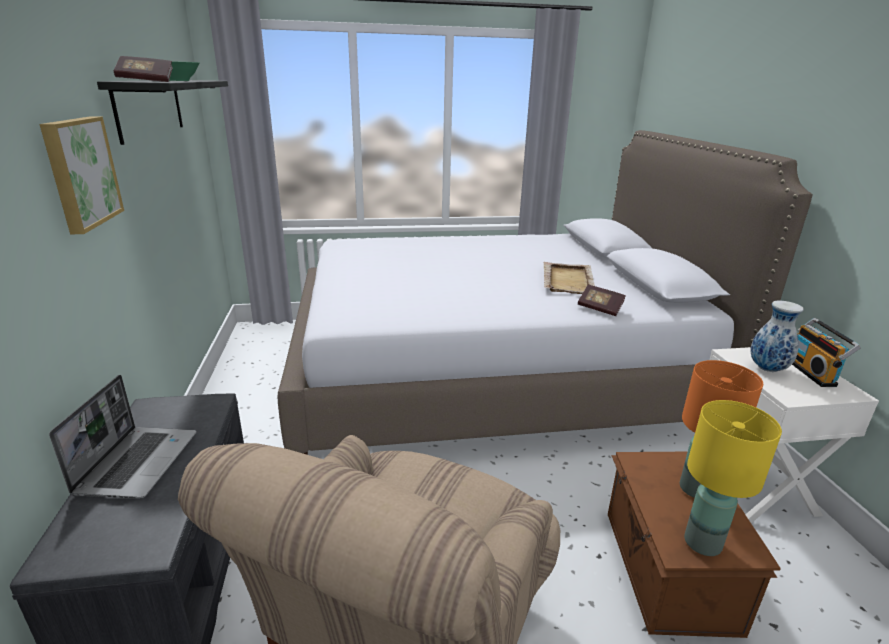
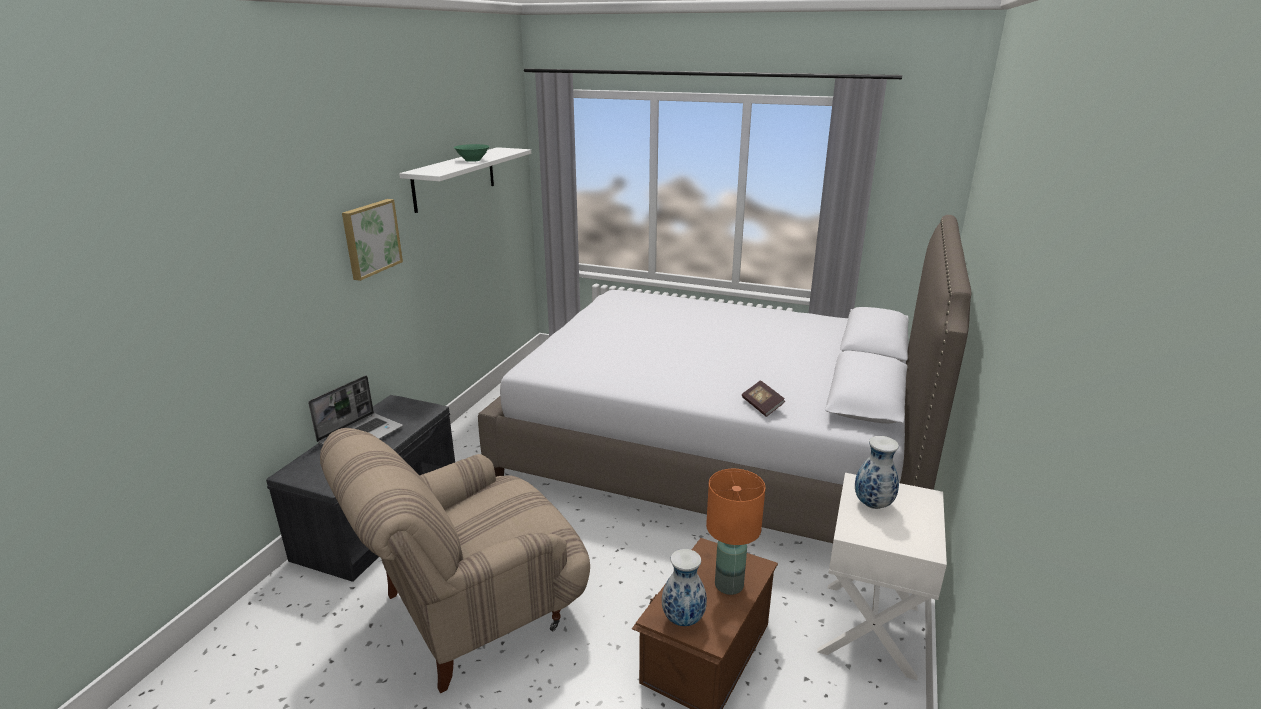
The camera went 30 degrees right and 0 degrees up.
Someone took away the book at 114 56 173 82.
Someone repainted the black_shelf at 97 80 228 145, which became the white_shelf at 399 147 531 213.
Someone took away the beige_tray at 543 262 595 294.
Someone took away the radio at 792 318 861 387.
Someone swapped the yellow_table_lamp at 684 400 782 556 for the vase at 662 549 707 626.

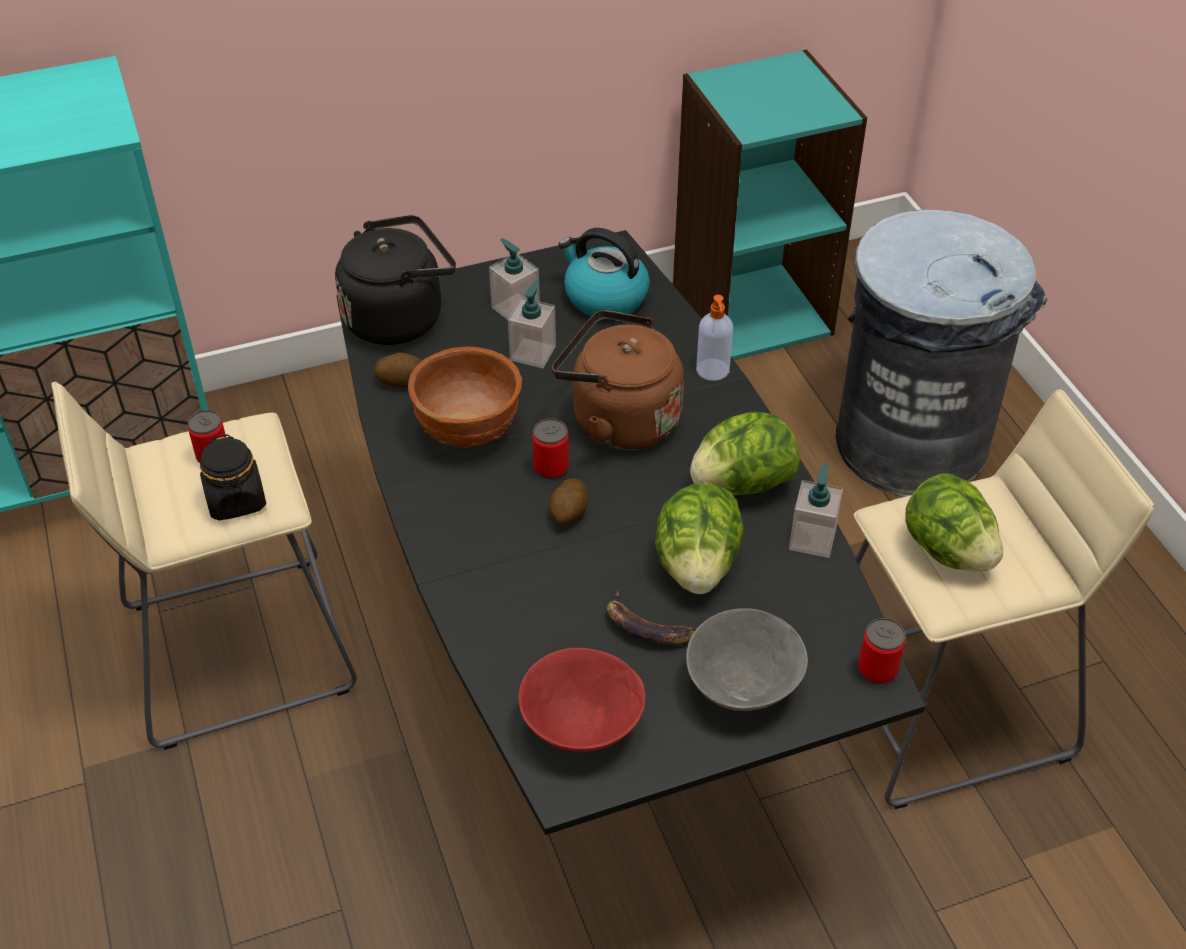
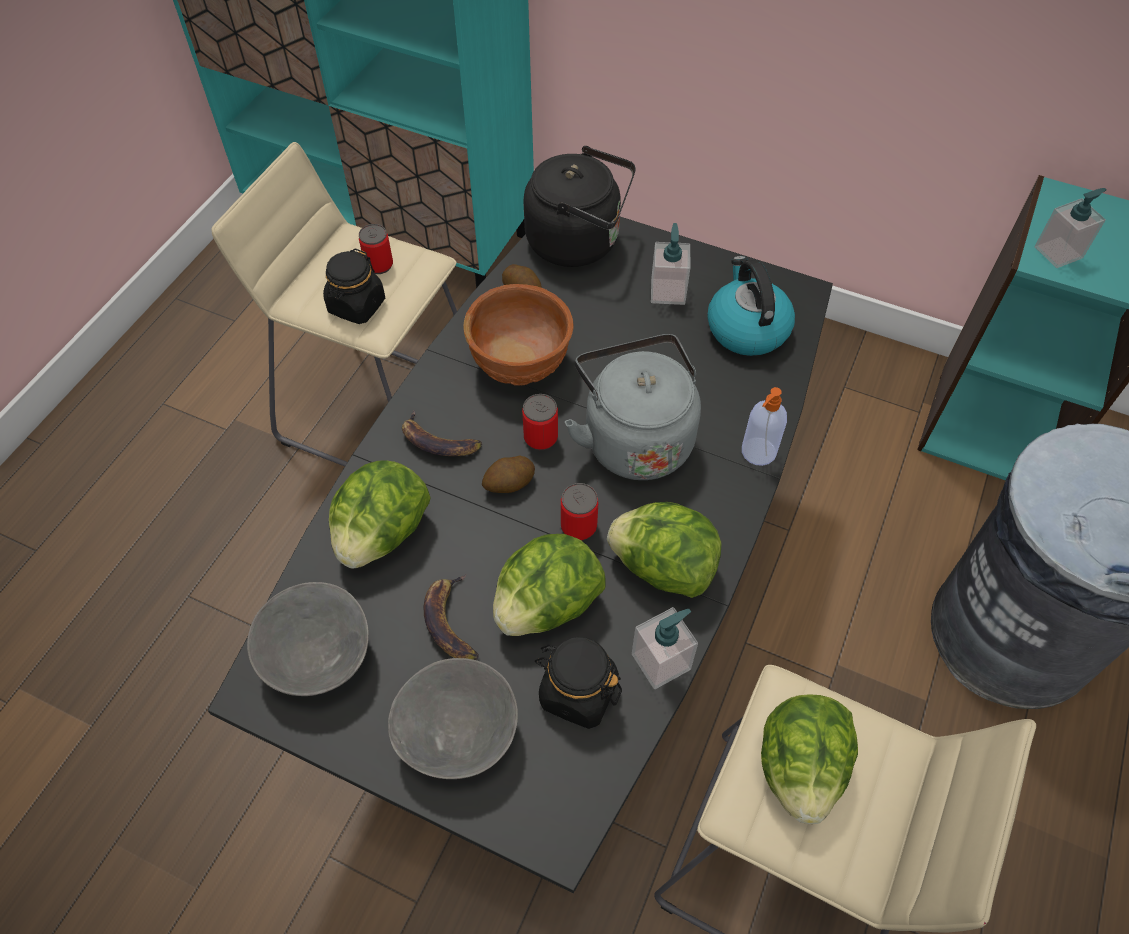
The camera went 45 degrees right and 10 degrees up.
Someone carried the soap_dispenser from 508 280 556 368 to 1034 188 1107 268.
Someone repainted the brown_kettle at 552 310 684 450, which became the grey_kettle at 565 334 701 480.
Someone carried the can from 858 618 906 684 to 561 483 598 541.
Someone repainted the red_bowl at 518 648 646 752, which became the grey_bowl at 247 582 369 696.
Someone put down the banana at 402 410 482 456.
Someone put down the lettuce at 329 460 431 569.
Someone put down the black_jar at 535 637 622 729.

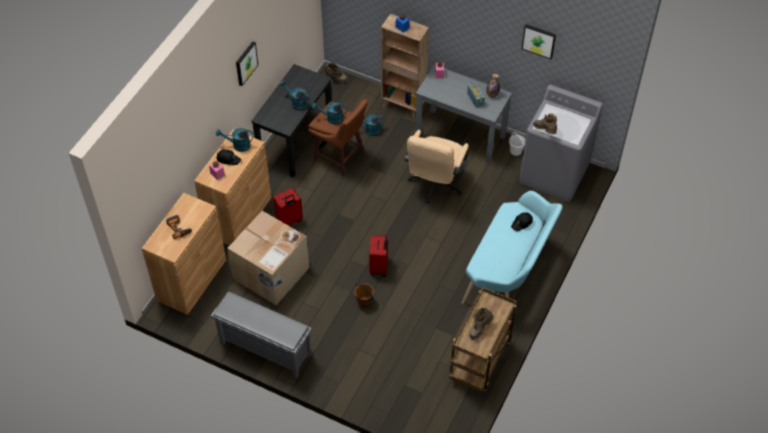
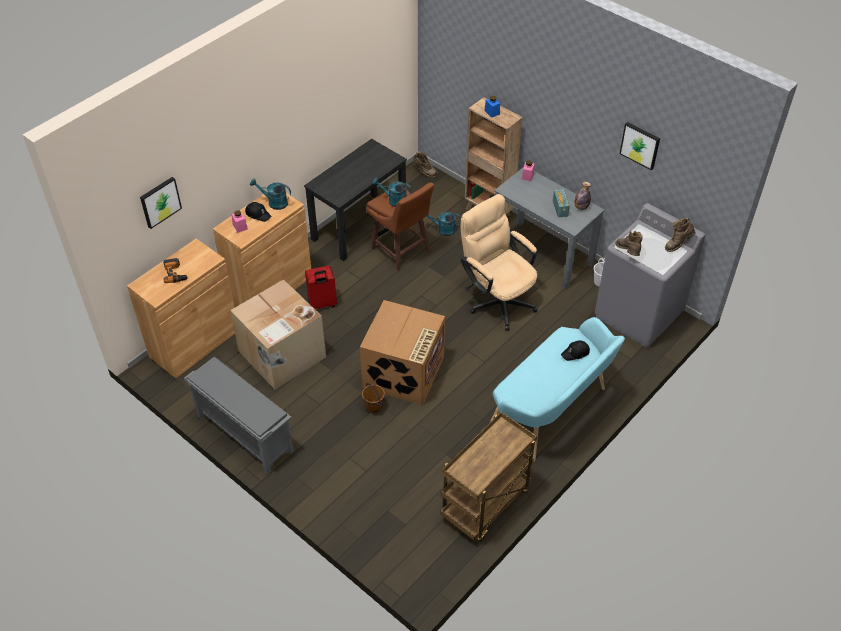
The camera went 15 degrees right and 5 degrees down.
Someone carried the picture from 236 41 258 86 to 140 177 182 229.
Someone took away the turquoise_watering_can at 279 80 309 111.
Someone rotated the beige_office_chair at 404 130 469 203 by 105 degrees clockwise.
Someone swapped the red_suitcase at 369 235 388 277 for the cardboard_box at 360 300 445 405.
Someone carried the brown_boot from 469 307 494 340 to 665 218 695 252.

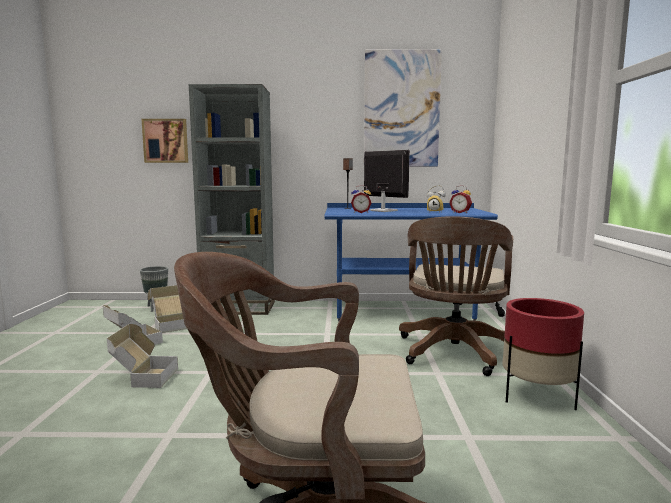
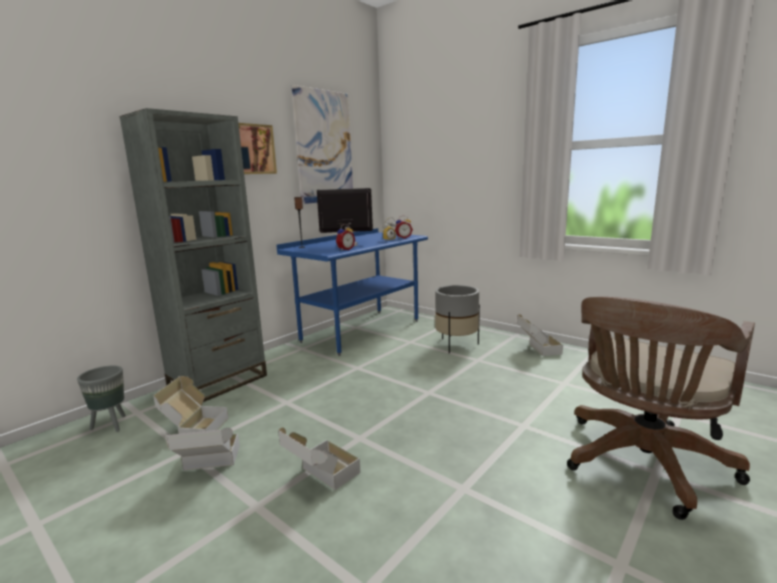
The camera went 50 degrees left and 5 degrees up.
Someone carried the picture from 142 119 188 163 to 238 123 277 174.
Someone swapped the brown_office_chair at 399 216 513 376 for the grey_planter at 435 285 480 354.
Someone swapped the red_planter at 502 298 584 410 for the cardboard_box at 517 314 563 356.

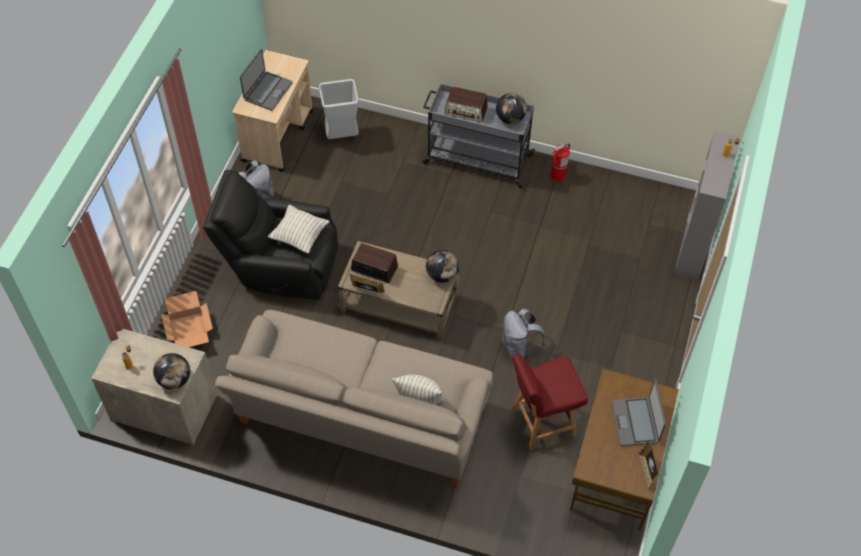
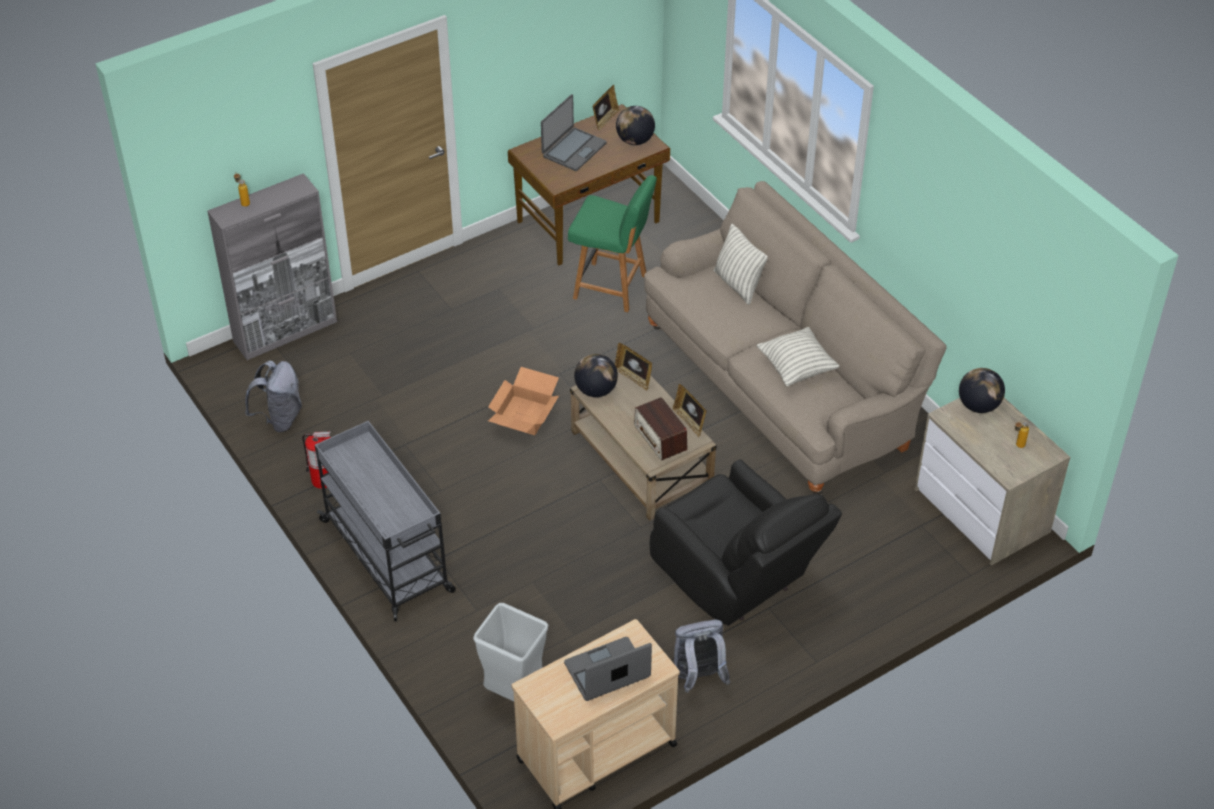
The camera went 140 degrees left and 10 degrees down.
Someone took away the radio at 445 87 488 122.
Someone carried the globe from 496 93 527 124 to 616 106 655 145.
Someone carried the pillow from 268 205 330 253 to 756 327 840 386.
Someone carried the cardboard_box from 161 291 213 347 to 488 367 559 435.
Someone carried the grey_backpack from 502 309 546 359 to 245 360 302 432.
Someone repainted the red_chair at 511 354 588 450, which became the green_chair at 568 175 657 312.
Someone put down the picture_frame at 615 343 652 391.

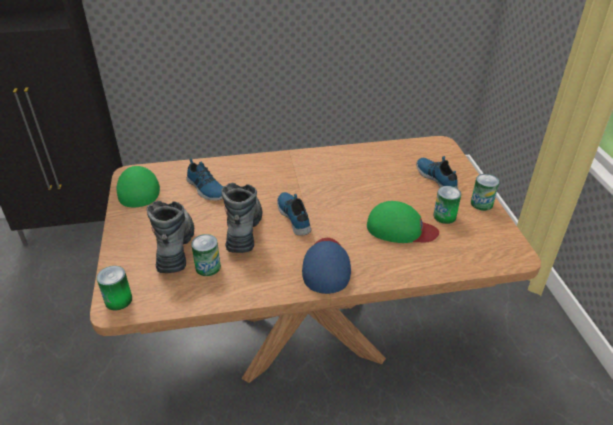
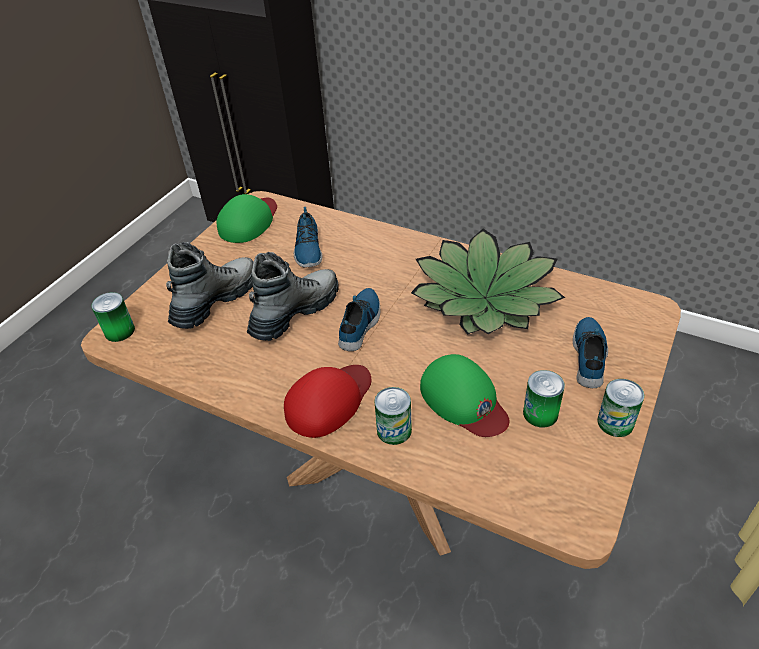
The camera went 40 degrees right and 5 degrees up.
Someone carried the can from 191 234 221 276 to 375 387 412 445.
Someone repainted the blue_cap at 302 238 351 294, which became the red_cap at 284 365 371 438.
Someone put down the potted_plant at 411 229 565 335.

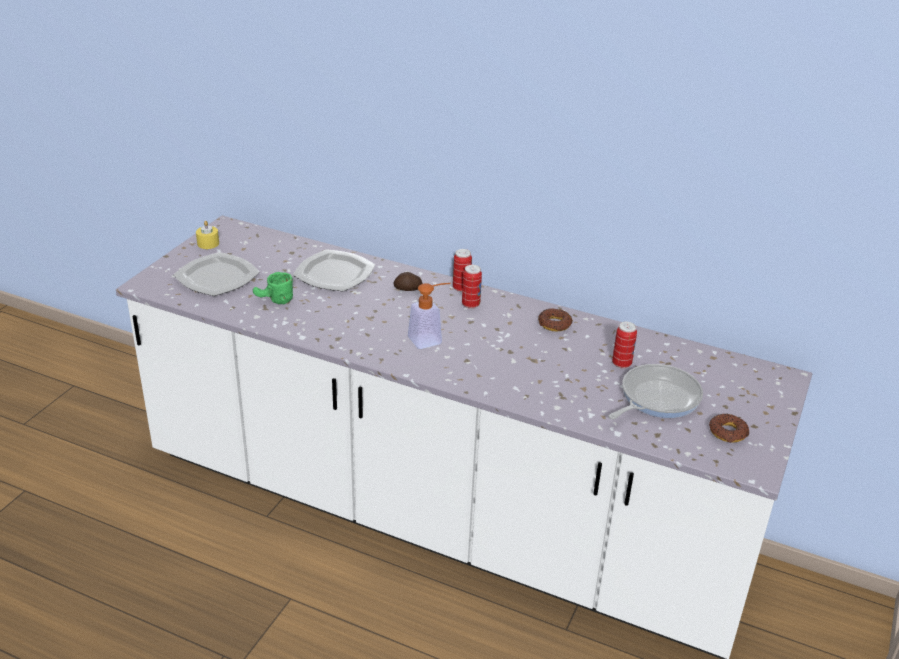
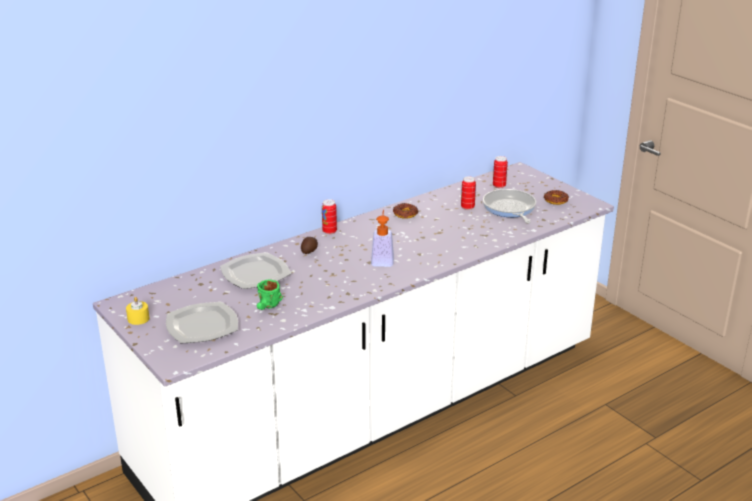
The camera went 60 degrees left and 5 degrees down.
Someone carried the can from 462 265 482 309 to 493 156 508 188.

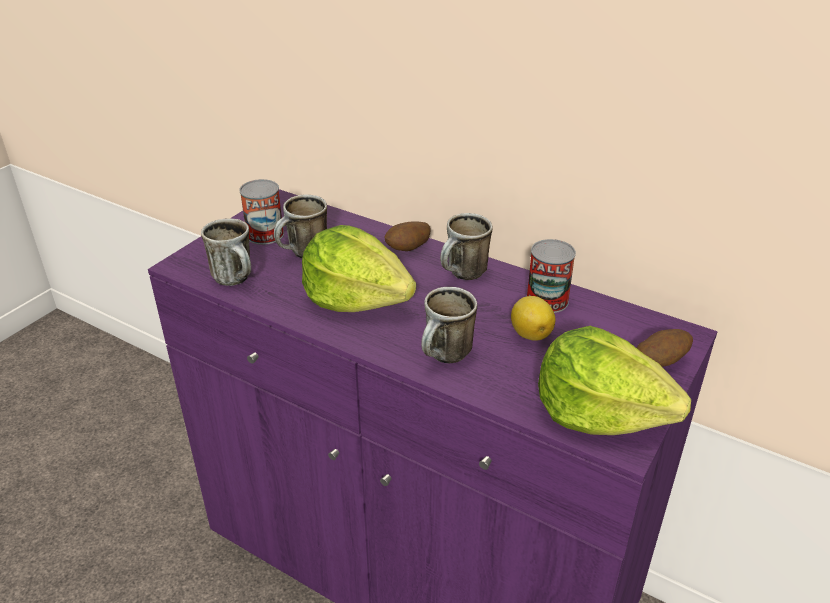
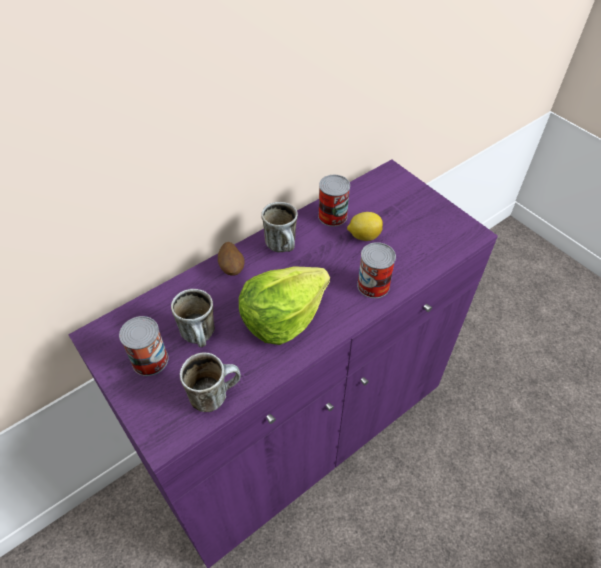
The camera went 70 degrees left and 15 degrees up.
Someone swapped the mug at 421 287 477 363 for the can at 357 242 396 298.
Someone took away the lettuce at 538 326 691 435.
Someone took away the potato at 637 329 693 367.

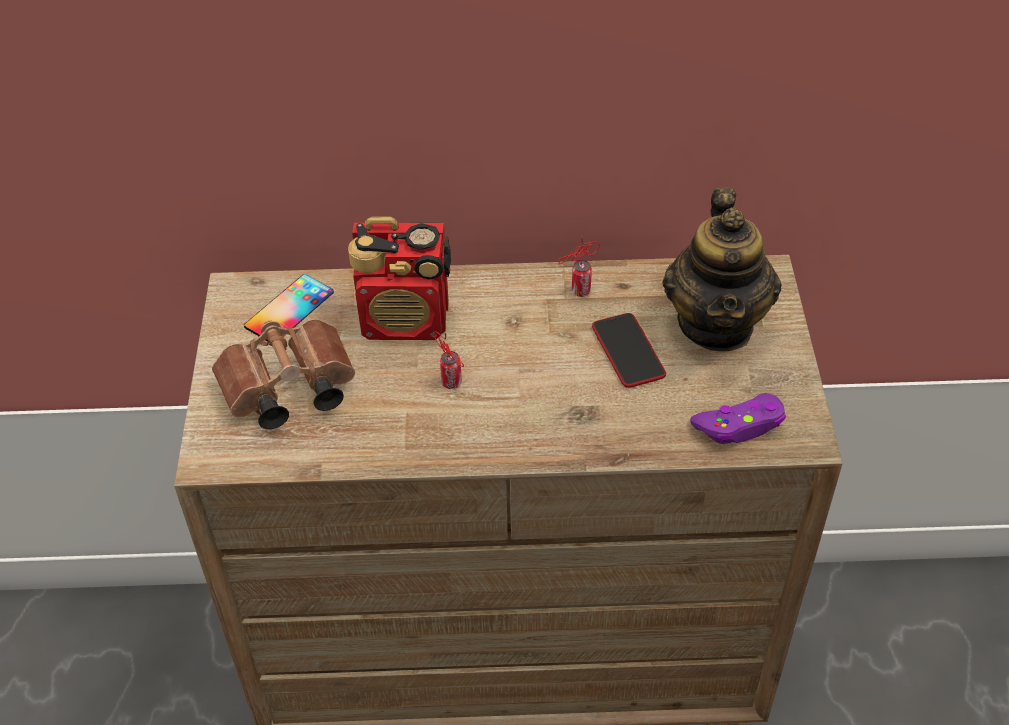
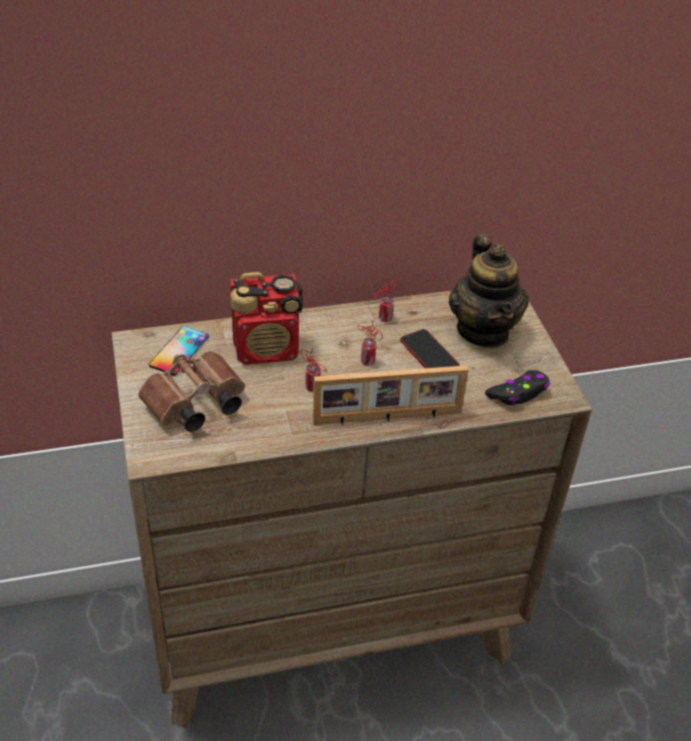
The camera went 15 degrees left and 5 degrees down.
Someone repainted the purple_game_controller at 690 393 786 444, which became the black_game_controller at 485 370 550 405.
Someone put down the can at 357 320 383 366.
Someone put down the picture_frame at 313 365 468 425.

